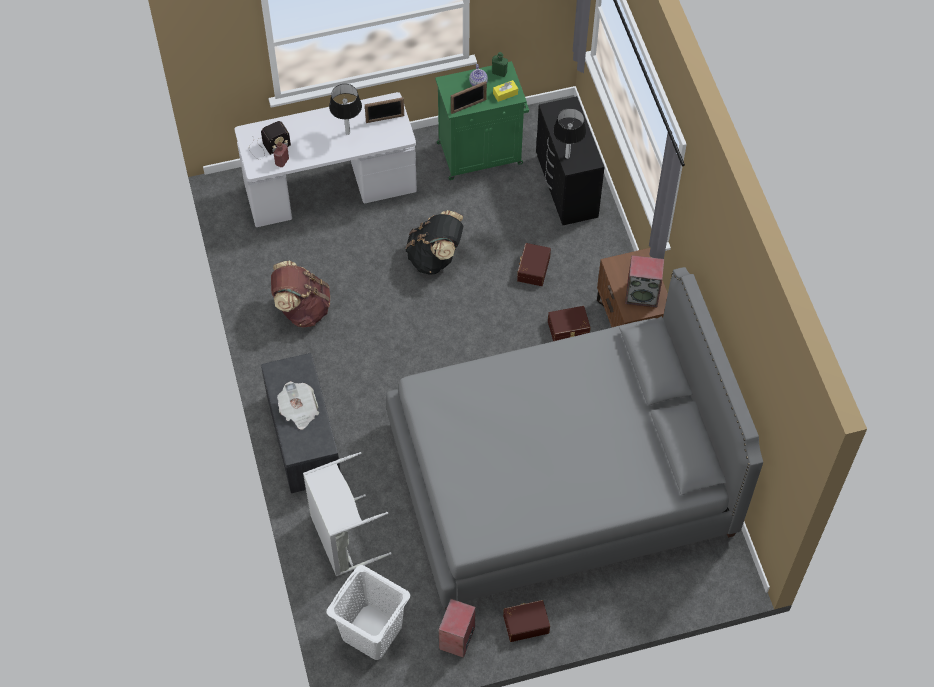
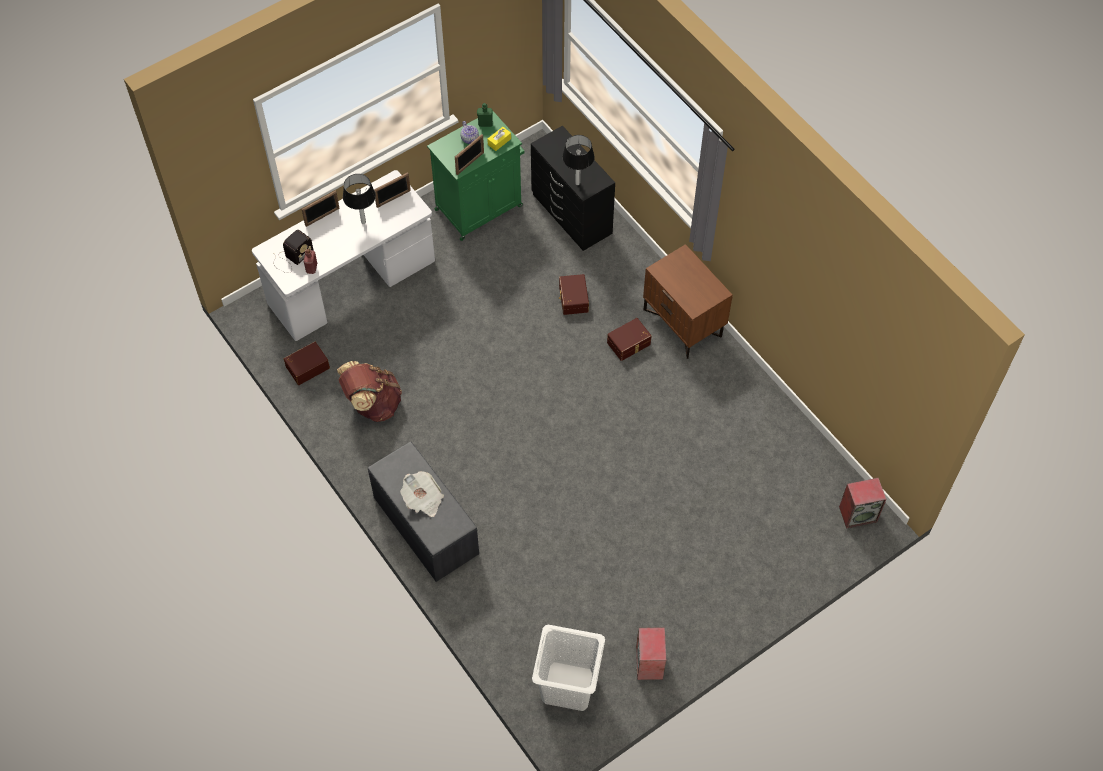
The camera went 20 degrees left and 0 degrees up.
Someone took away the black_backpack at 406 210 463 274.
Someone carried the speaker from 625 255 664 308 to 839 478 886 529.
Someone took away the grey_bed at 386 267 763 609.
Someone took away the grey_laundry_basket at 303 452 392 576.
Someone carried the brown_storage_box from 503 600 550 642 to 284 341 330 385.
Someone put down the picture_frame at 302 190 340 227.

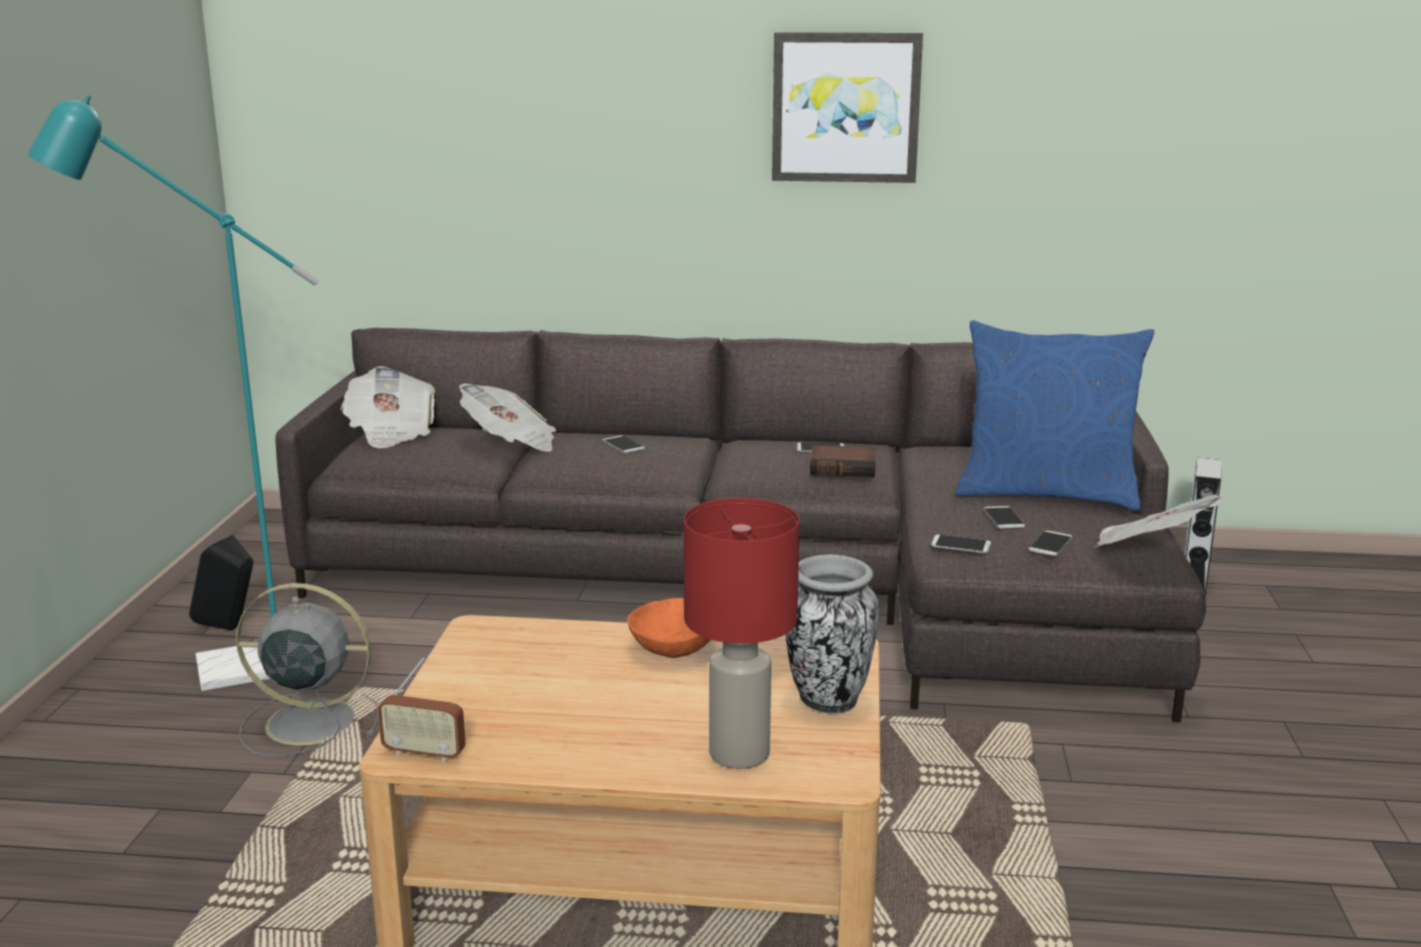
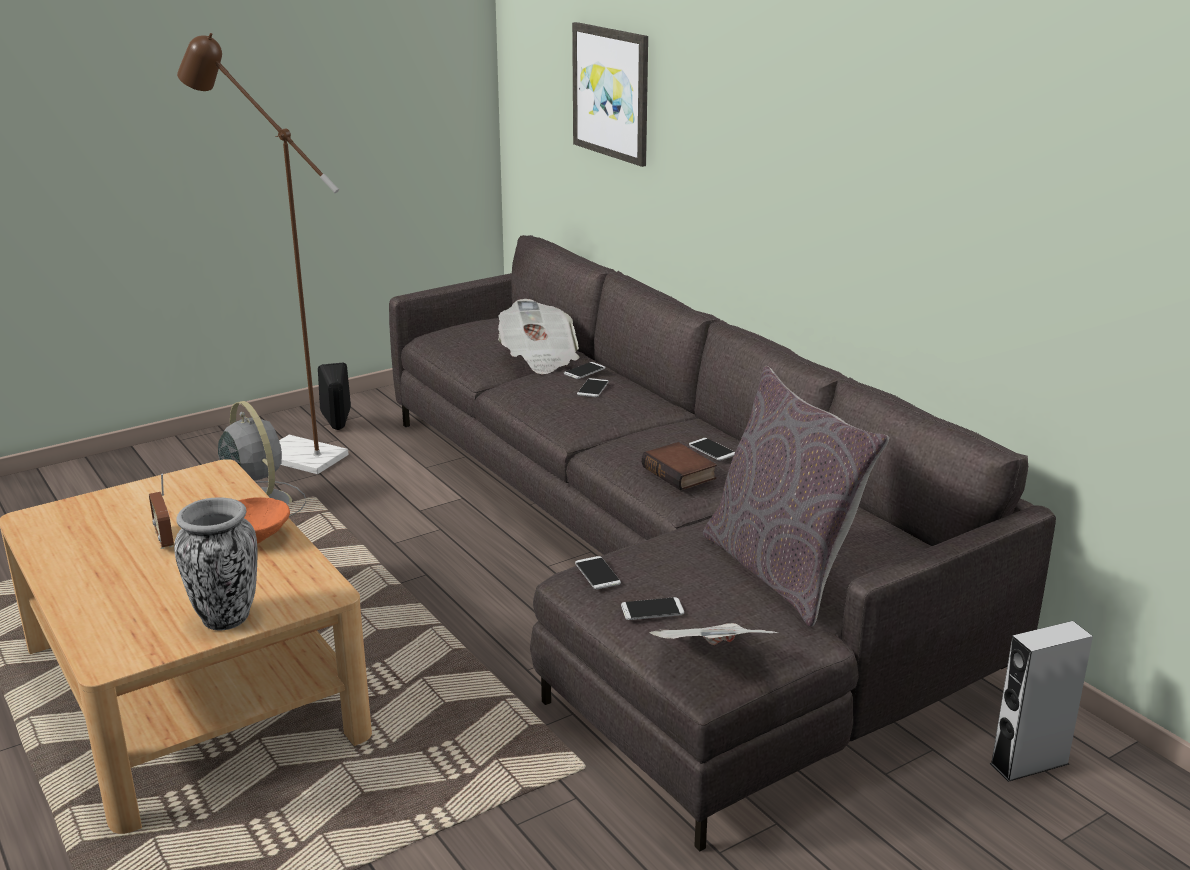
The camera went 50 degrees right and 5 degrees up.
Someone carried the picture from 772 32 923 183 to 572 22 648 167.
Someone repainted the turquoise_floor_lamp at 28 95 319 691, which became the brown_floor_lamp at 177 33 349 474.
Someone repainted the blue_pillow at 956 320 1154 511, which became the grey_pillow at 703 366 889 626.
Someone took away the newspaper at 341 366 436 448.
Someone took away the red_table_lamp at 683 498 800 769.
Someone carried the phone from 984 506 1025 529 to 564 362 605 379.
Someone carried the radio from 378 658 466 763 to 149 474 174 549.

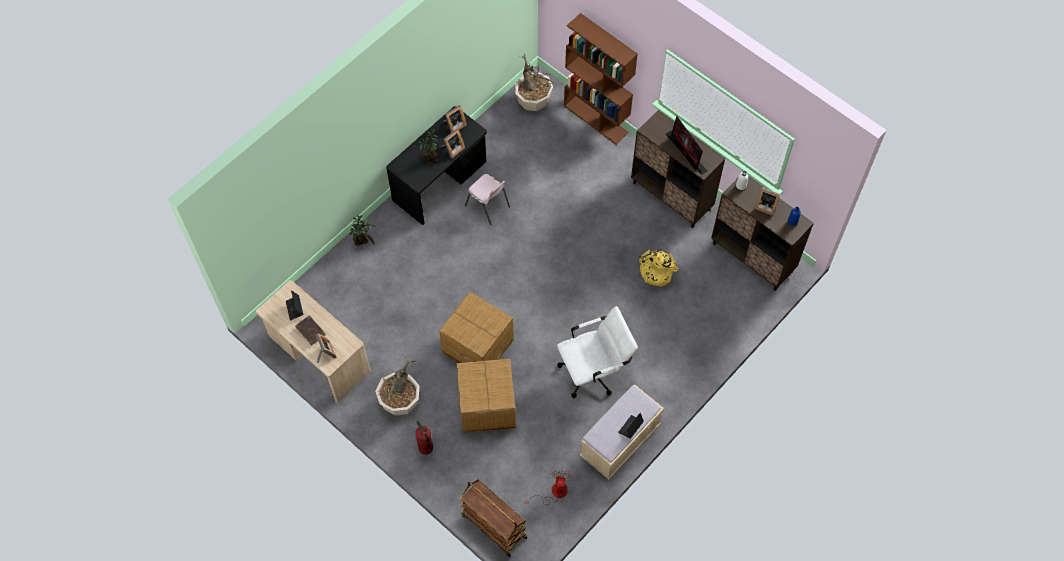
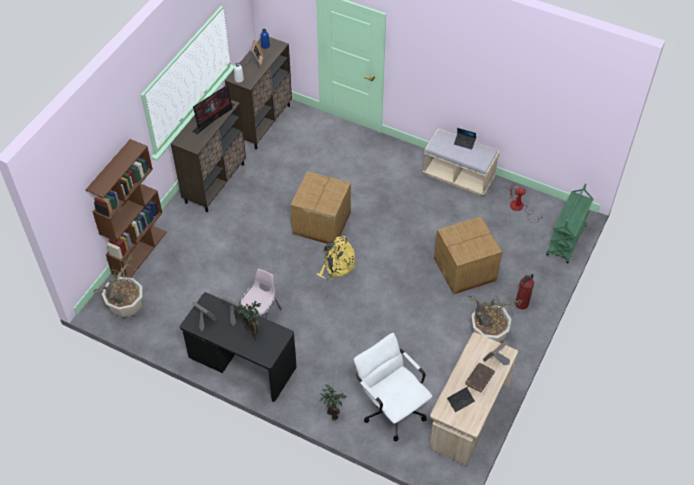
The camera went 105 degrees left and 10 degrees down.
Someone carried the yellow_backpack from 639 250 679 286 to 316 235 355 280.
Someone carried the cardboard_box from 439 292 514 363 to 290 171 351 244.
Someone carried the white_office_chair from 557 306 638 398 to 354 333 432 441.
Someone repainted the brown_cart at 460 479 528 557, which became the green_cart at 546 184 593 263.

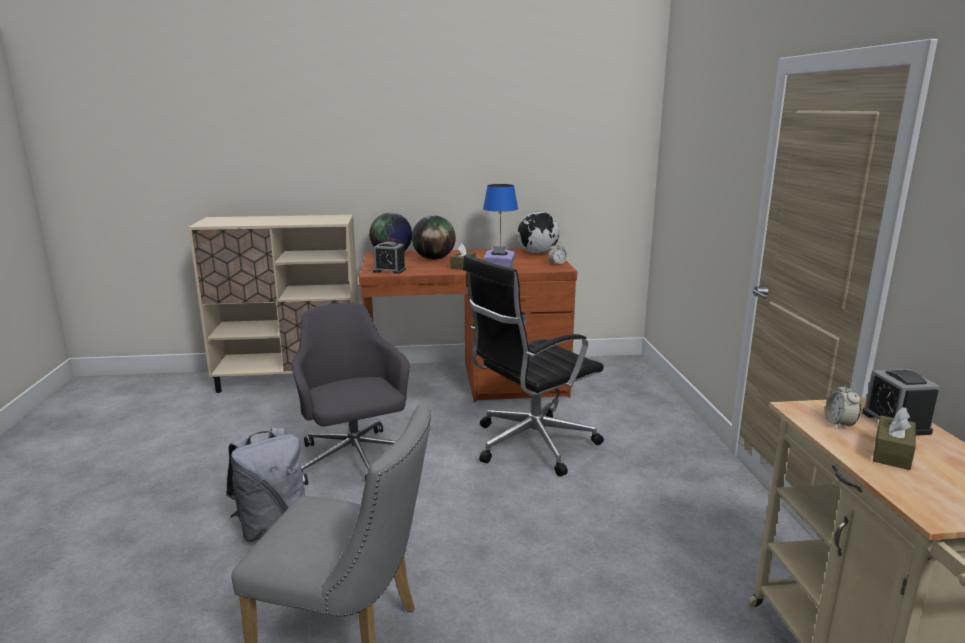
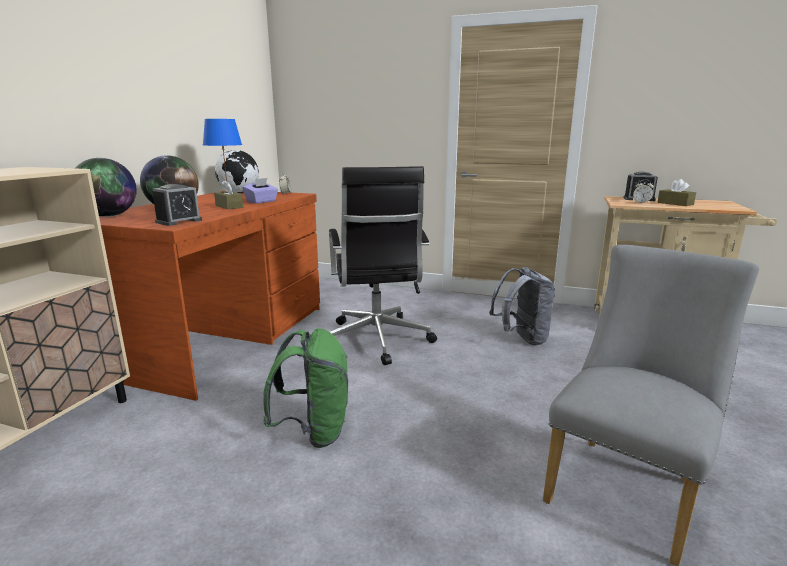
The camera went 65 degrees left and 0 degrees up.
Someone swapped the grey_office_chair at 292 303 410 485 for the green_backpack at 263 328 348 448.
Someone carried the grey_backpack from 226 428 305 542 to 489 267 555 346.

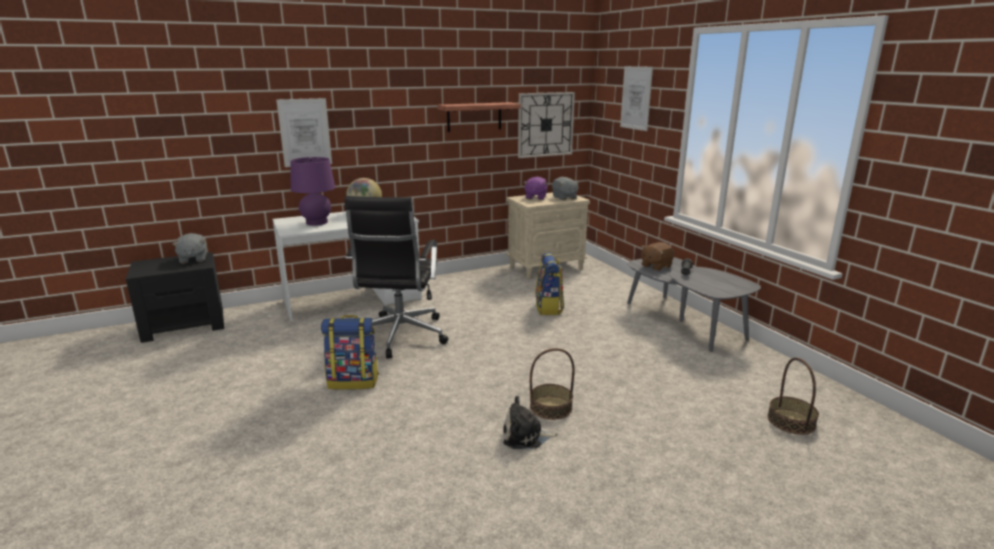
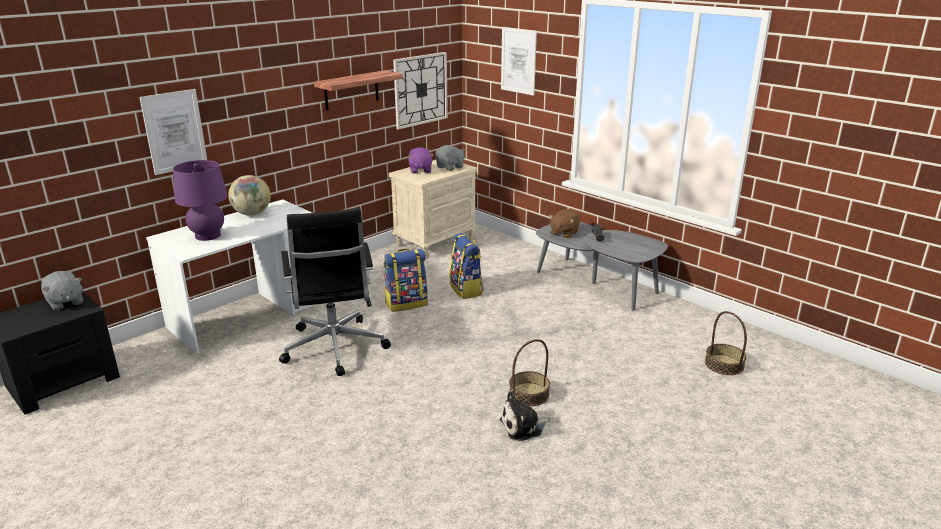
The camera went 20 degrees left and 5 degrees up.
Someone carried the backpack from 321 315 379 390 to 384 249 428 312.

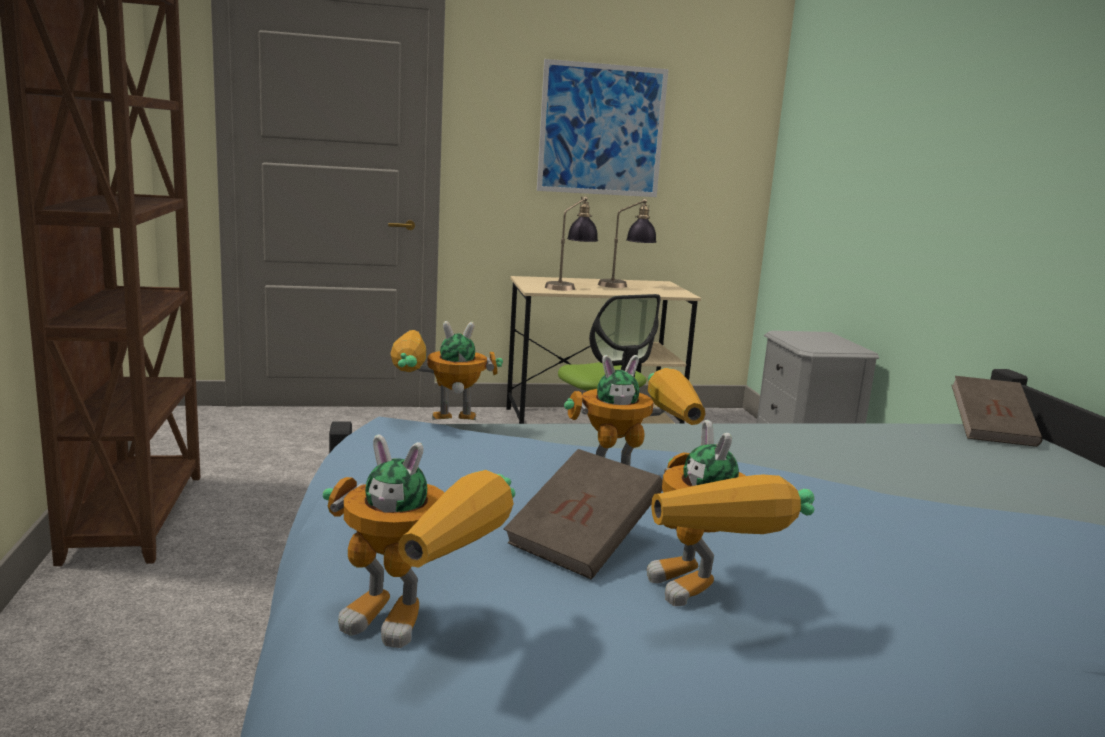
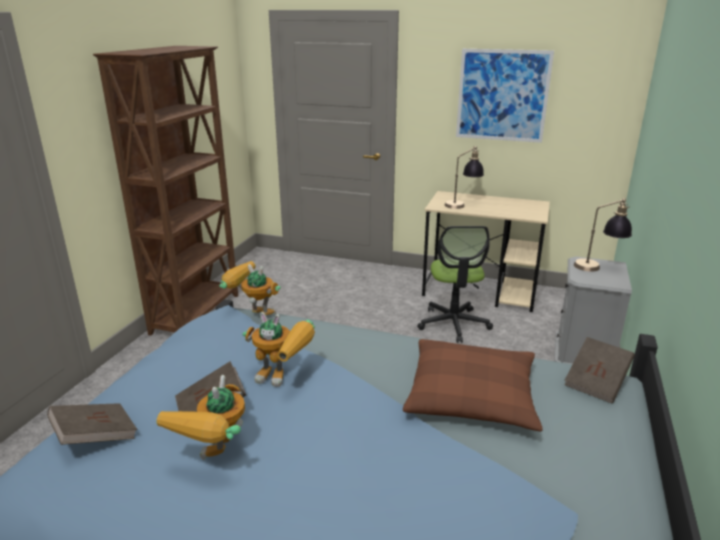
The camera went 30 degrees right and 10 degrees up.
Someone carried the table_lamp from 598 199 657 288 to 574 198 632 272.
Someone swapped the toy_robot at 323 435 515 648 for the brown_book at 47 403 137 445.
Someone put down the brown_pillow at 403 339 543 432.

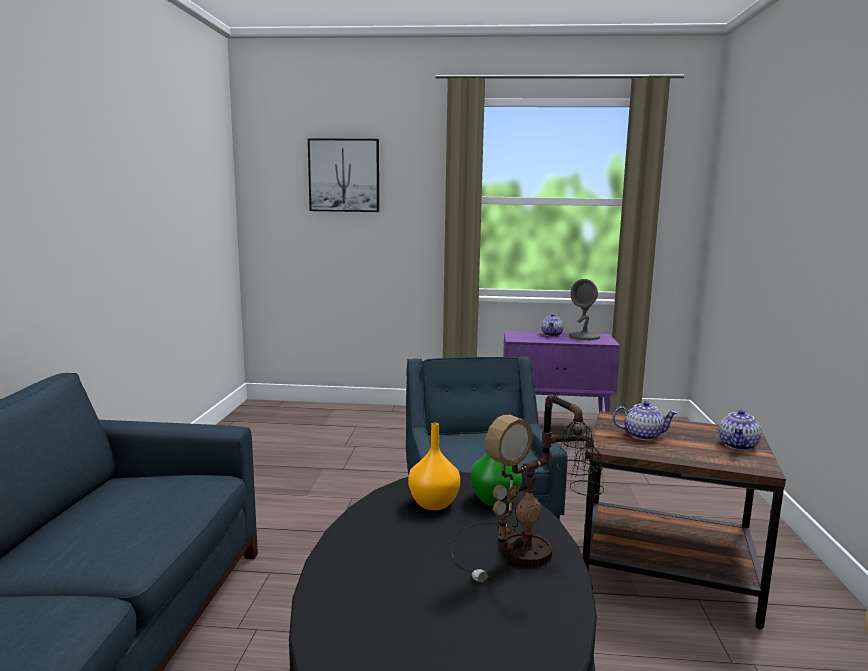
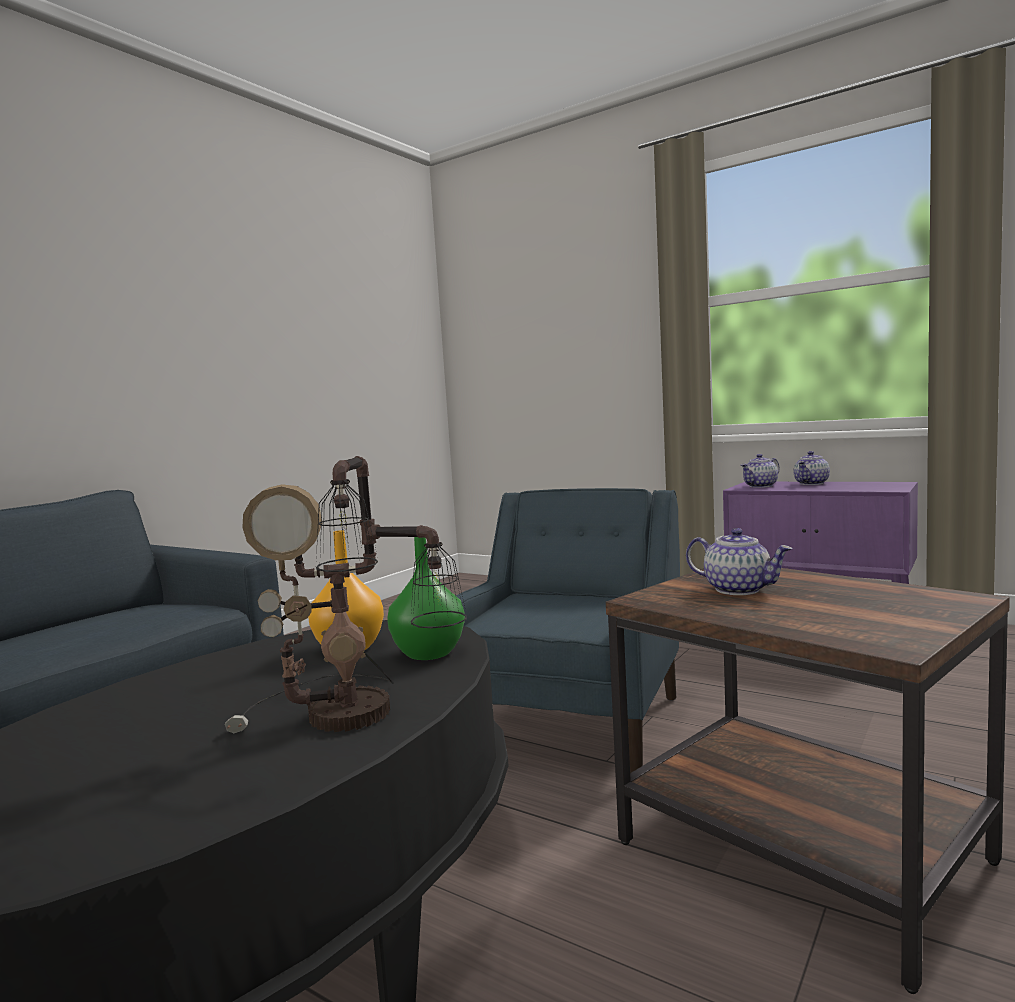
The camera went 30 degrees right and 5 degrees down.
Someone took away the picture at 308 138 379 212.
Someone took away the grey_table_lamp at 569 279 600 340.
Someone carried the teapot from 718 410 761 450 to 741 454 779 488.

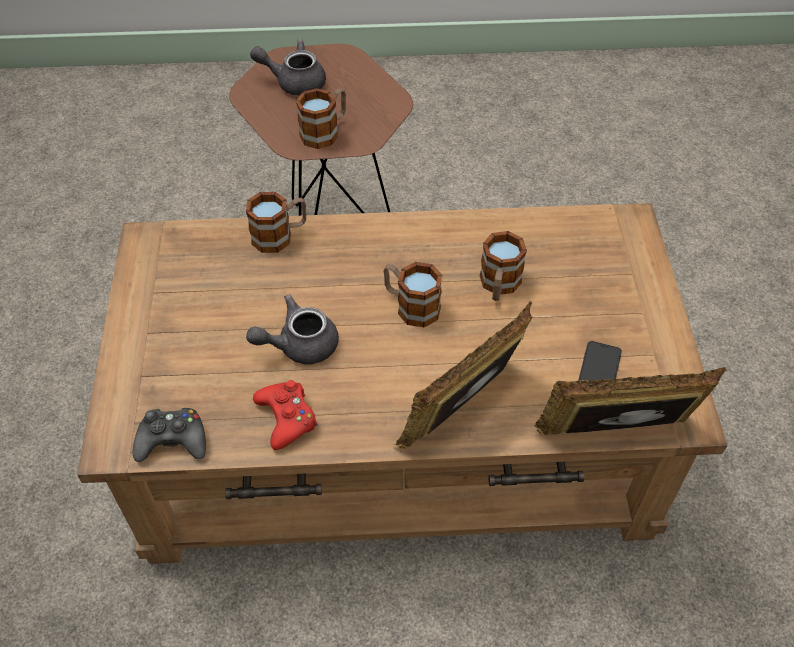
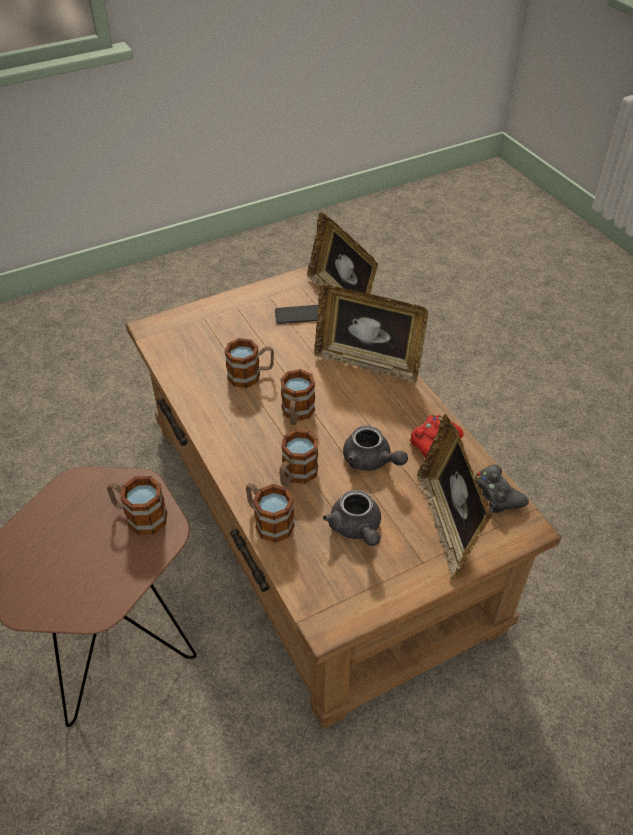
The camera went 115 degrees left and 5 degrees down.
Someone carried the grey_teapot from 250 39 326 96 to 323 490 381 546.
Someone put down the picture_frame at 417 414 491 580.
Someone put down the mug at 279 429 318 487.

